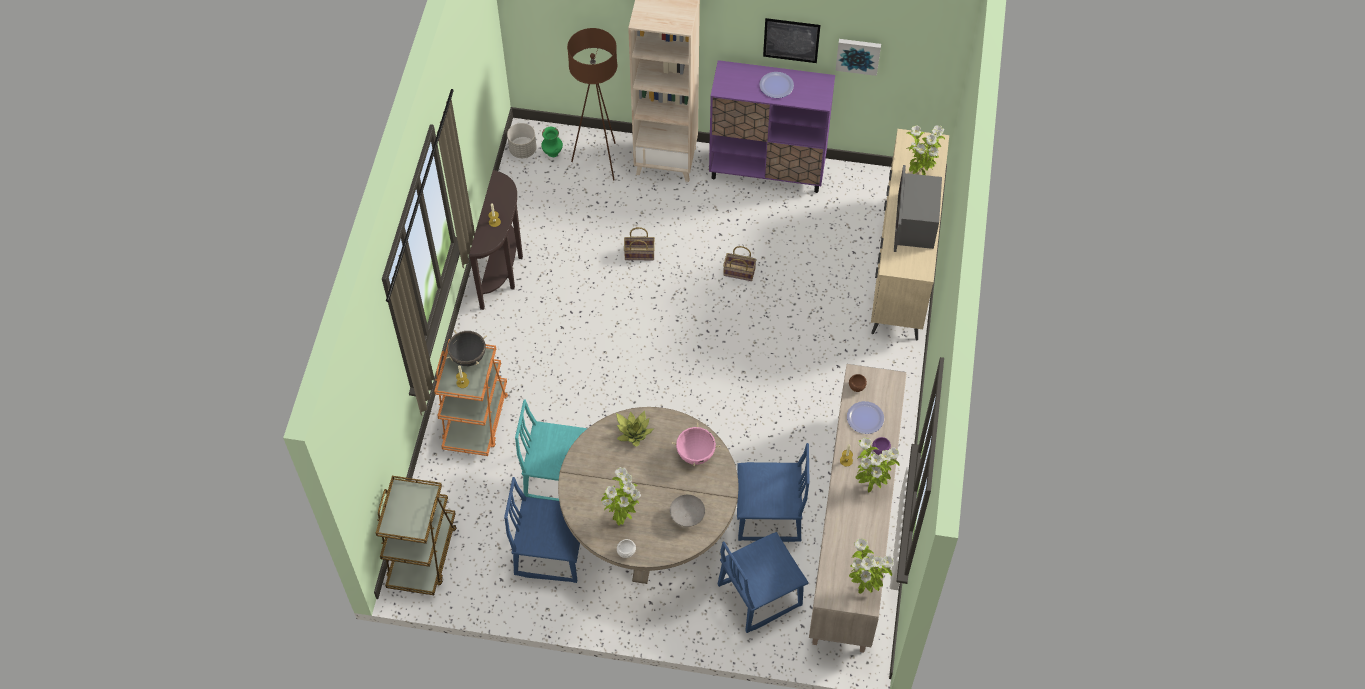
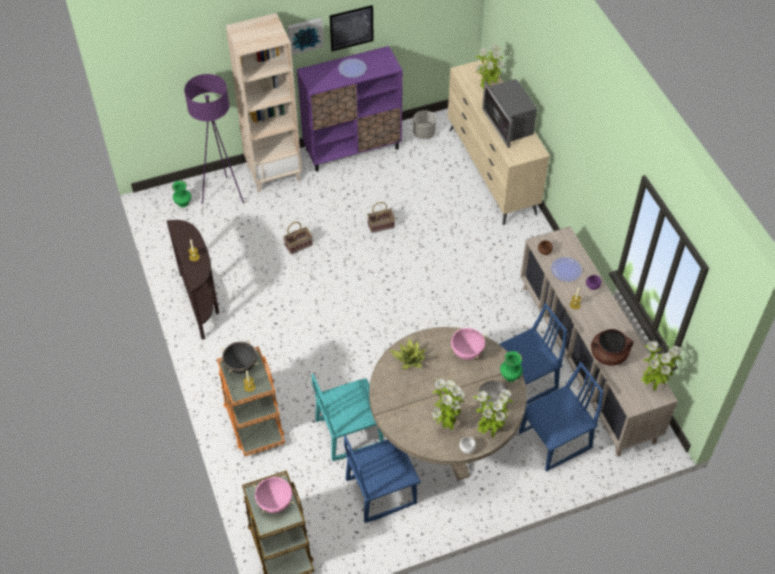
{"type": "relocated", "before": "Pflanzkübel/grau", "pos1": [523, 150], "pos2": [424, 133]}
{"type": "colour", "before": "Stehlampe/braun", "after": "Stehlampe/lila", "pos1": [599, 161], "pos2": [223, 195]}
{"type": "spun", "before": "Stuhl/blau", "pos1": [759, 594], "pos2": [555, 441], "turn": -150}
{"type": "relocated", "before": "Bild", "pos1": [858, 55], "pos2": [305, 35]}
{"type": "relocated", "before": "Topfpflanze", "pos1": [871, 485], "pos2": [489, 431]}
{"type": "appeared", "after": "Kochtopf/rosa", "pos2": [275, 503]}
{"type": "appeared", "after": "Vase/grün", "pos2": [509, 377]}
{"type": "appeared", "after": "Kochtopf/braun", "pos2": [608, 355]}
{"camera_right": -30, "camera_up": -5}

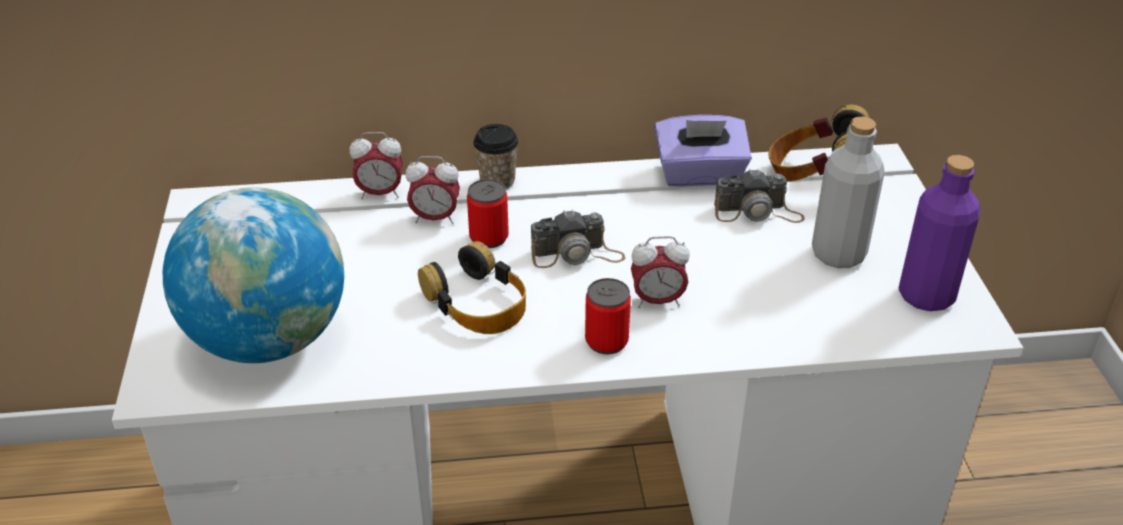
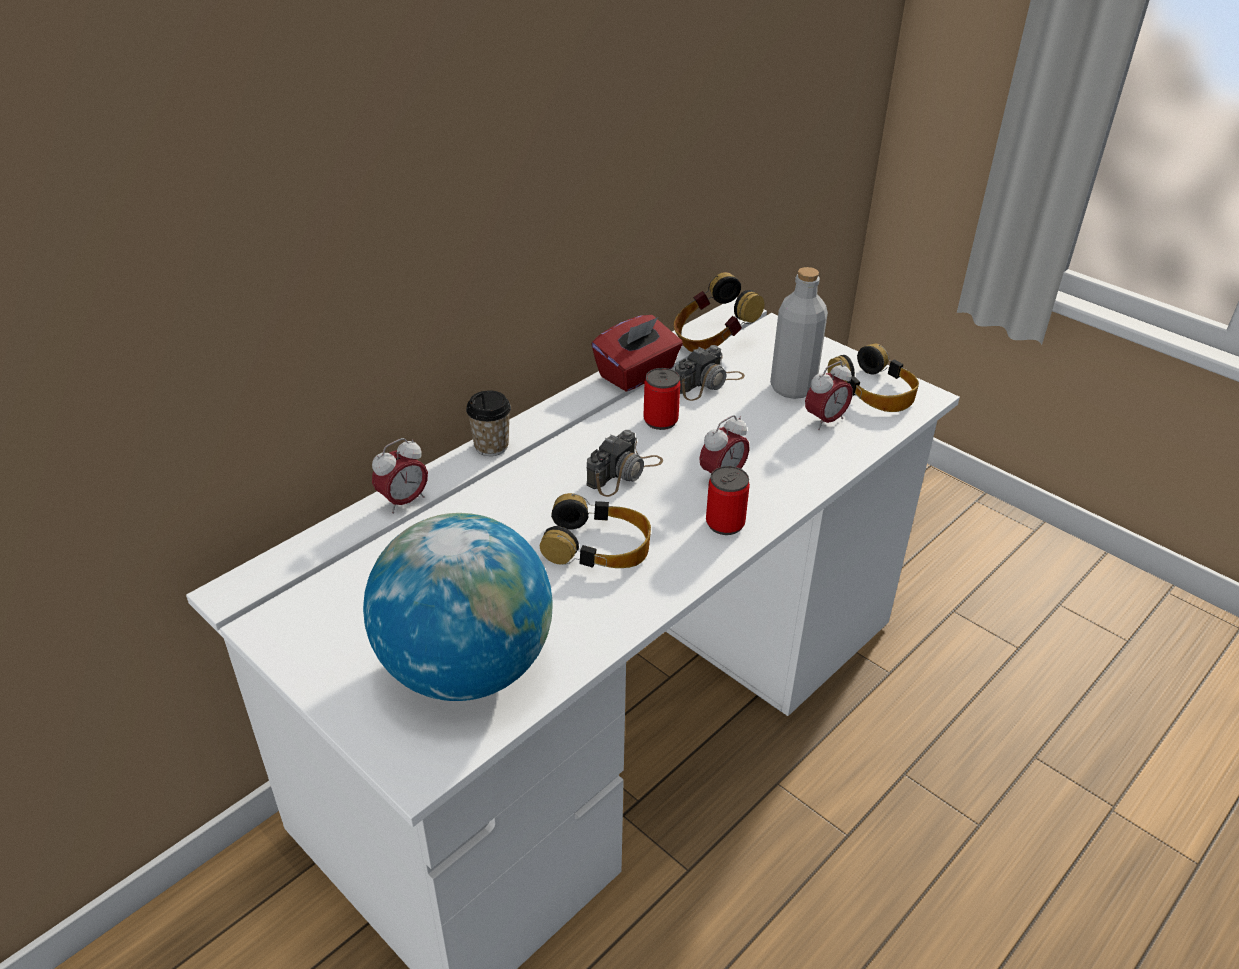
{"type": "relocated", "before": "Wecker", "pos1": [435, 218], "pos2": [825, 421]}
{"type": "relocated", "before": "Dose", "pos1": [489, 237], "pos2": [660, 420]}
{"type": "colour", "before": "Taschentuchbox/lila", "after": "Taschentuchbox/rot", "pos1": [700, 175], "pos2": [637, 374]}
{"type": "exchanged", "before": "Flasche/lila", "after": "Kopfhörer", "pos1": [926, 295], "pos2": [874, 390]}
{"camera_right": -40, "camera_up": 0}

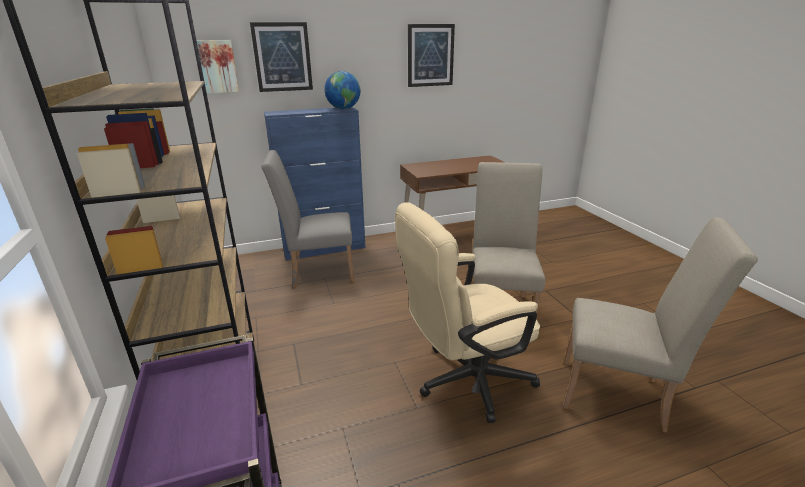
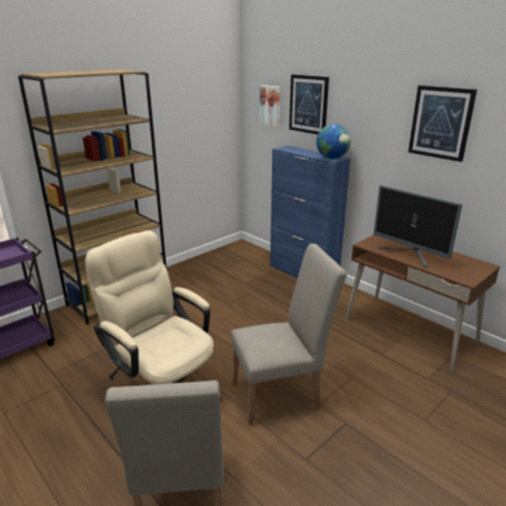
{"type": "missing", "before": "Stuhl/grau", "pos1": [317, 273]}
{"type": "appeared", "after": "Monitor", "pos2": [409, 255]}
{"camera_right": 65, "camera_up": 0}

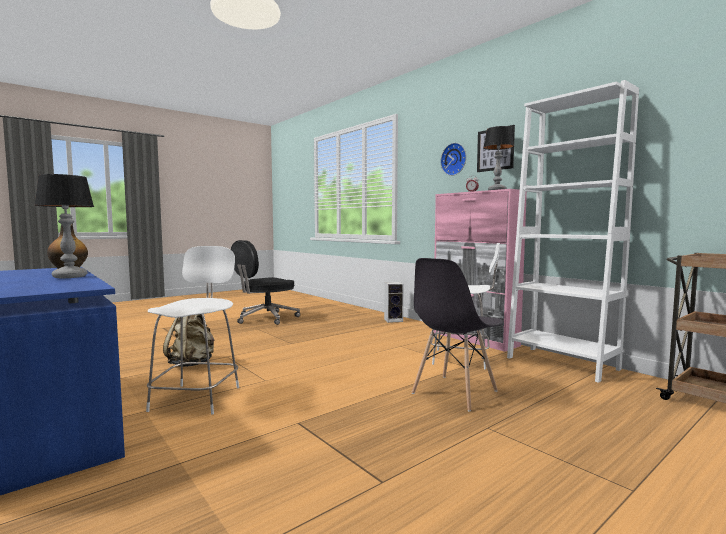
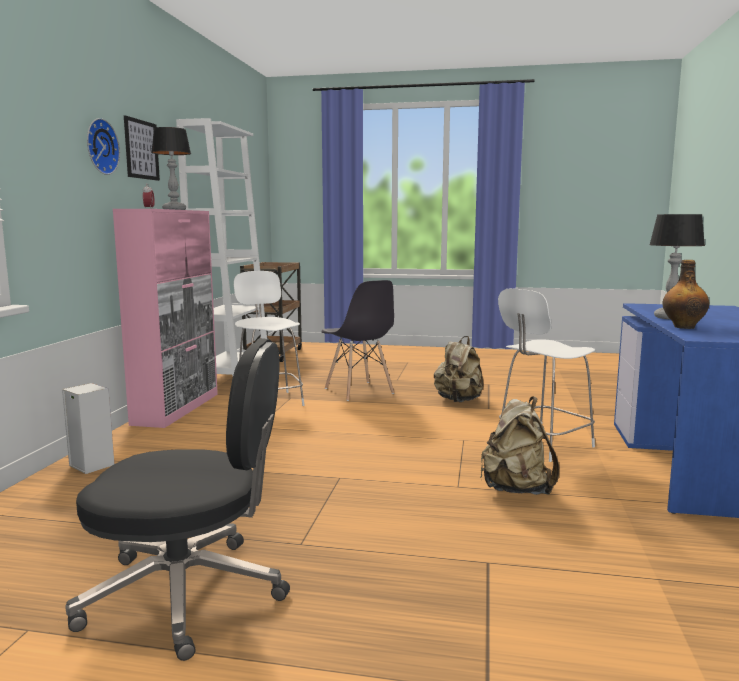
{"type": "spun", "before": "Stuhl/grau", "pos1": [454, 392], "pos2": [359, 391], "turn": 60}
{"type": "appeared", "after": "Rucksack/beige", "pos2": [458, 401]}
{"camera_right": -130, "camera_up": 5}

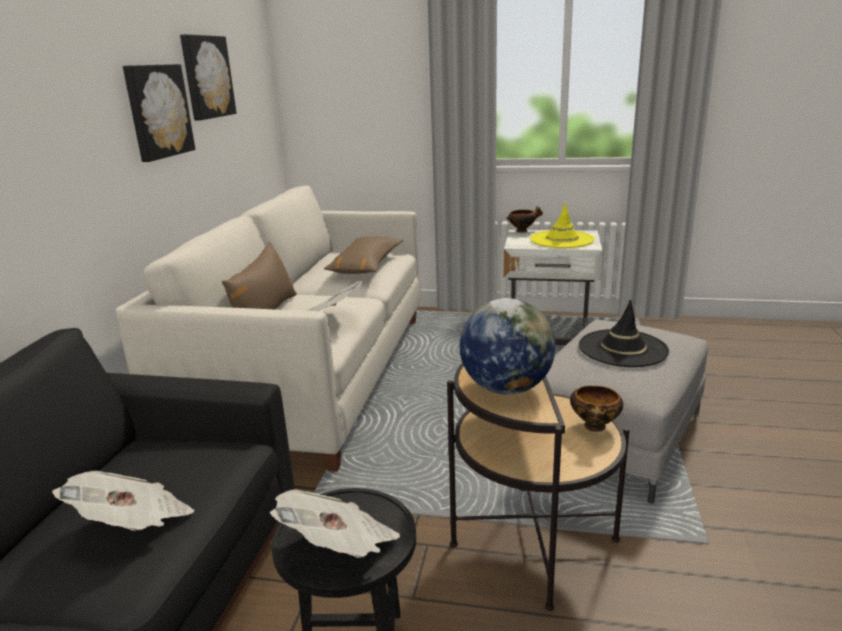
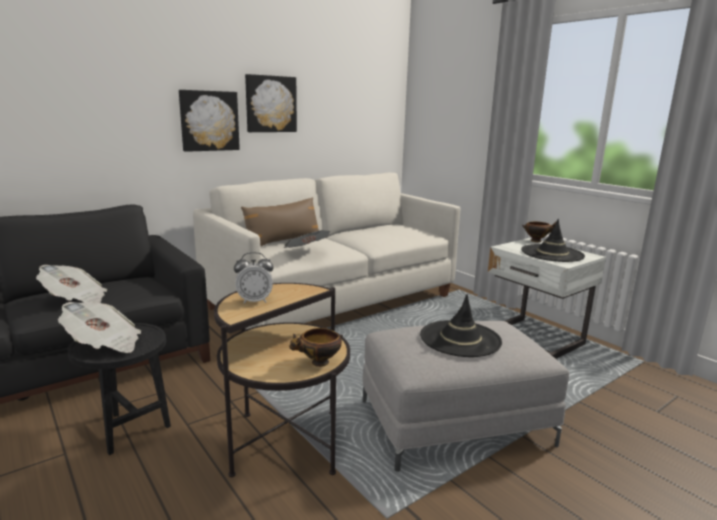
{"type": "relocated", "before": "Bild", "pos1": [206, 77], "pos2": [209, 121]}
{"type": "missing", "before": "Kissen/braun", "pos1": [366, 265]}
{"type": "exchanged", "before": "Globus", "after": "Wecker", "pos1": [506, 388], "pos2": [254, 301]}
{"type": "colour", "before": "Hut/gelb", "after": "Hut/schwarz", "pos1": [561, 240], "pos2": [552, 253]}
{"camera_right": 40, "camera_up": -5}

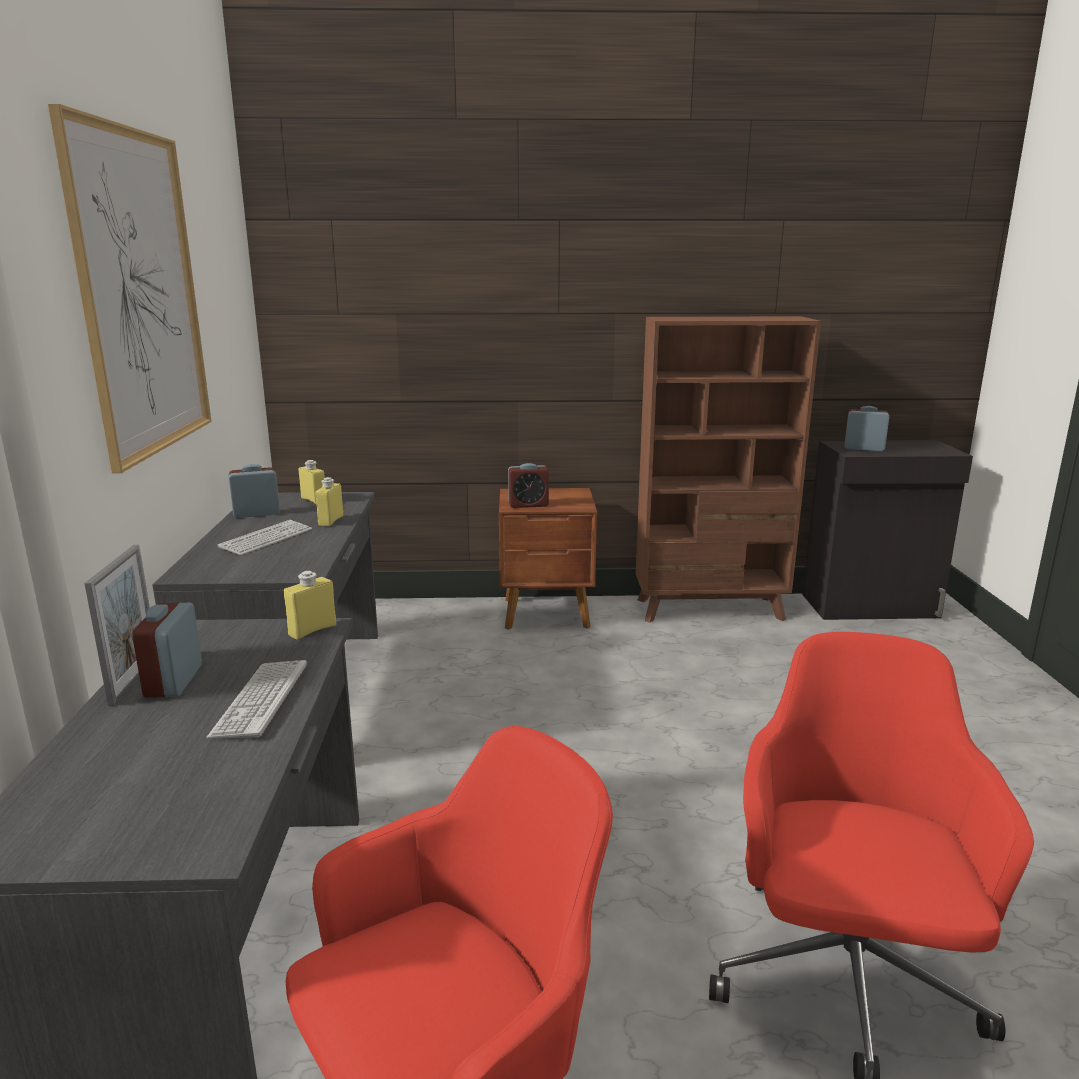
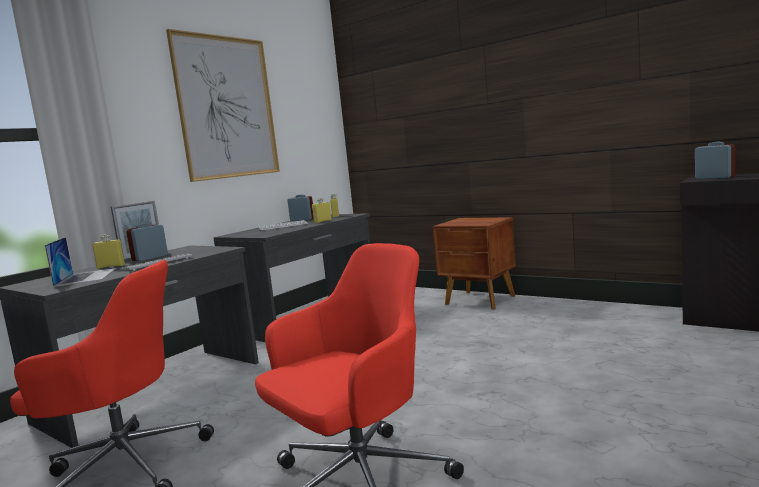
{"type": "relocated", "before": "Flasche/gelb", "pos1": [312, 630], "pos2": [111, 266]}
{"type": "missing", "before": "Wecker", "pos1": [528, 505]}
{"type": "missing", "before": "Bücherregal/braun", "pos1": [710, 609]}
{"type": "appeared", "after": "Laptop", "pos2": [86, 277]}
{"camera_right": 40, "camera_up": -10}

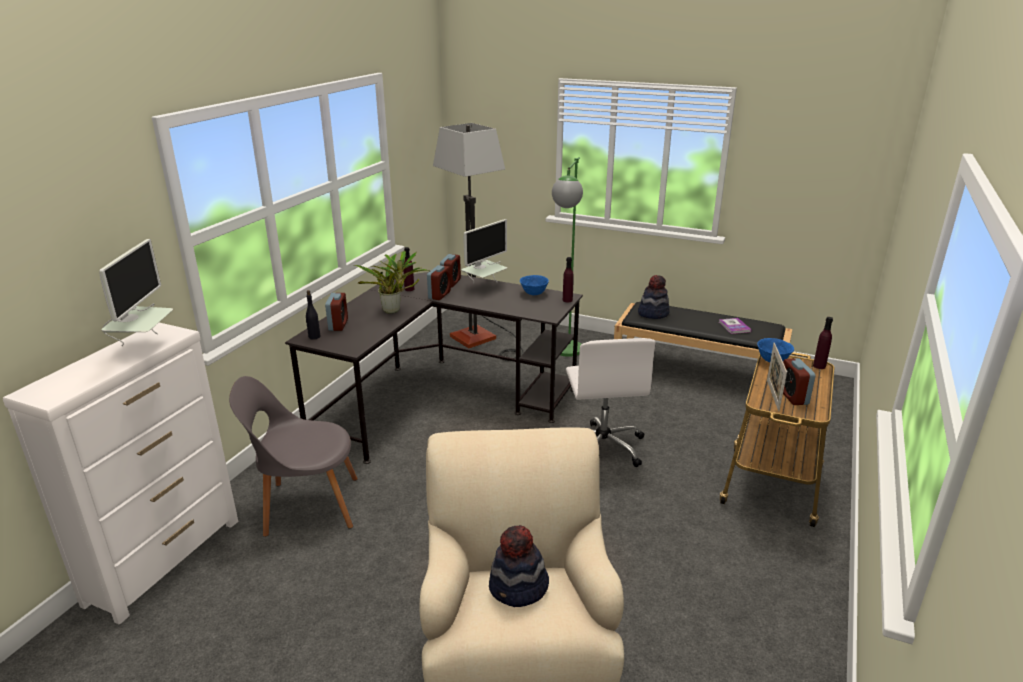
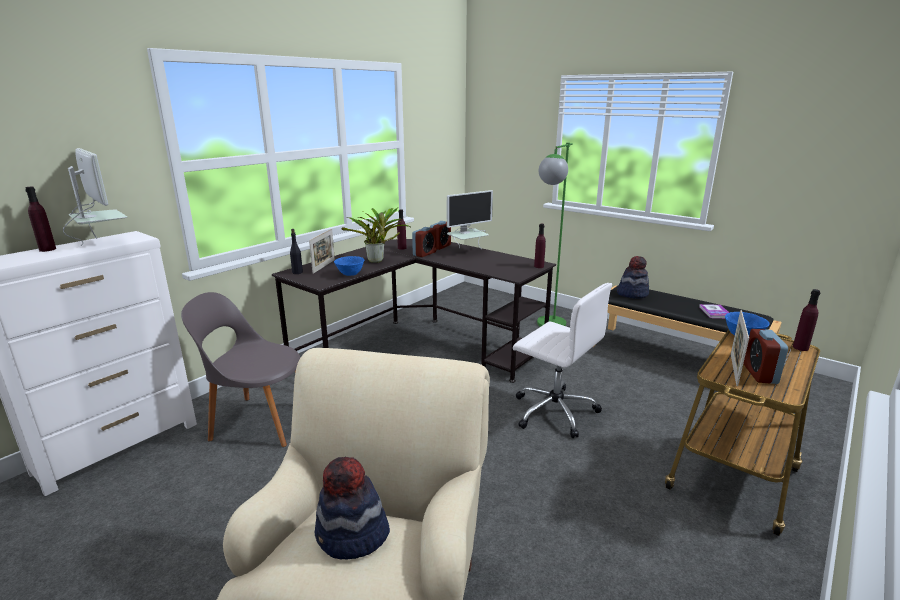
{"type": "spun", "before": "Monitor", "pos1": [144, 347], "pos2": [102, 244], "turn": -60}
{"type": "exchanged", "before": "Wecker", "after": "Bilderrahmen", "pos1": [338, 325], "pos2": [324, 266]}
{"type": "missing", "before": "Stehlampe", "pos1": [483, 341]}
{"type": "relocated", "before": "Schüssel/blau", "pos1": [533, 294], "pos2": [350, 274]}
{"type": "spun", "before": "Bürostuhl/weiß", "pos1": [602, 447], "pos2": [553, 411], "turn": -60}
{"type": "appeared", "after": "Flasche/lila", "pos2": [47, 249]}
{"camera_right": 15, "camera_up": -5}

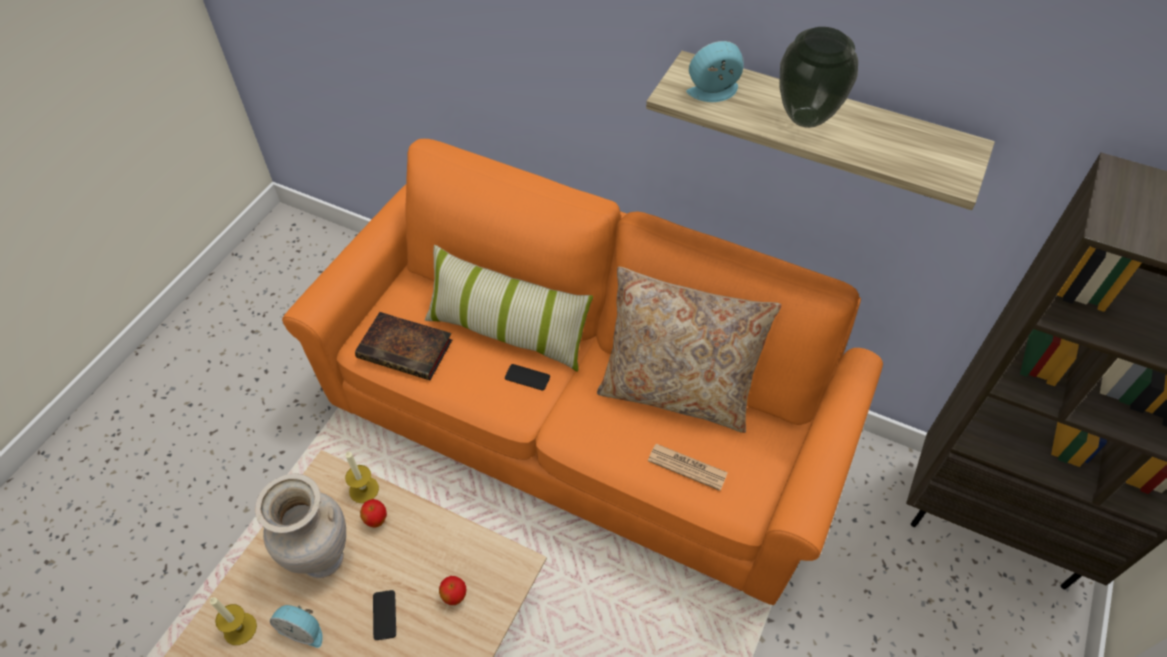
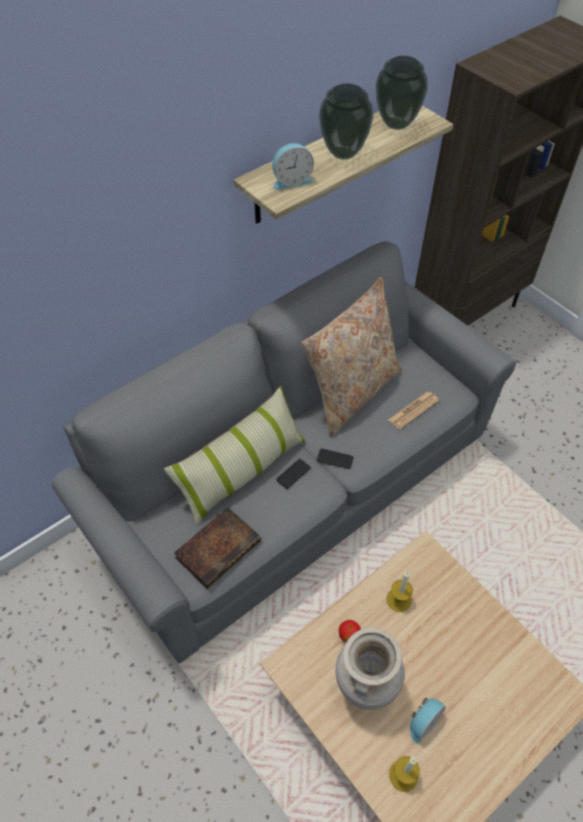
{"type": "colour", "before": "Sofa/orange", "after": "Sofa/grau", "pos1": [583, 422], "pos2": [292, 486]}
{"type": "relocated", "before": "Kerze", "pos1": [364, 489], "pos2": [399, 599]}
{"type": "relocated", "before": "Handy", "pos1": [384, 615], "pos2": [335, 459]}
{"type": "missing", "before": "Apfel", "pos1": [455, 597]}
{"type": "spun", "before": "Wecker", "pos1": [714, 93], "pos2": [291, 180], "turn": -120}
{"type": "appeared", "after": "Vase", "pos2": [397, 124]}
{"camera_right": -65, "camera_up": 0}

